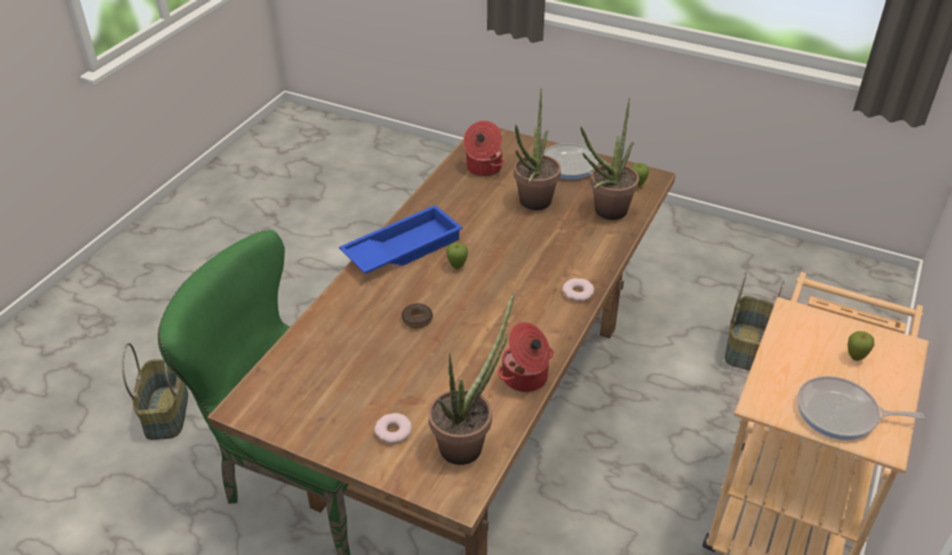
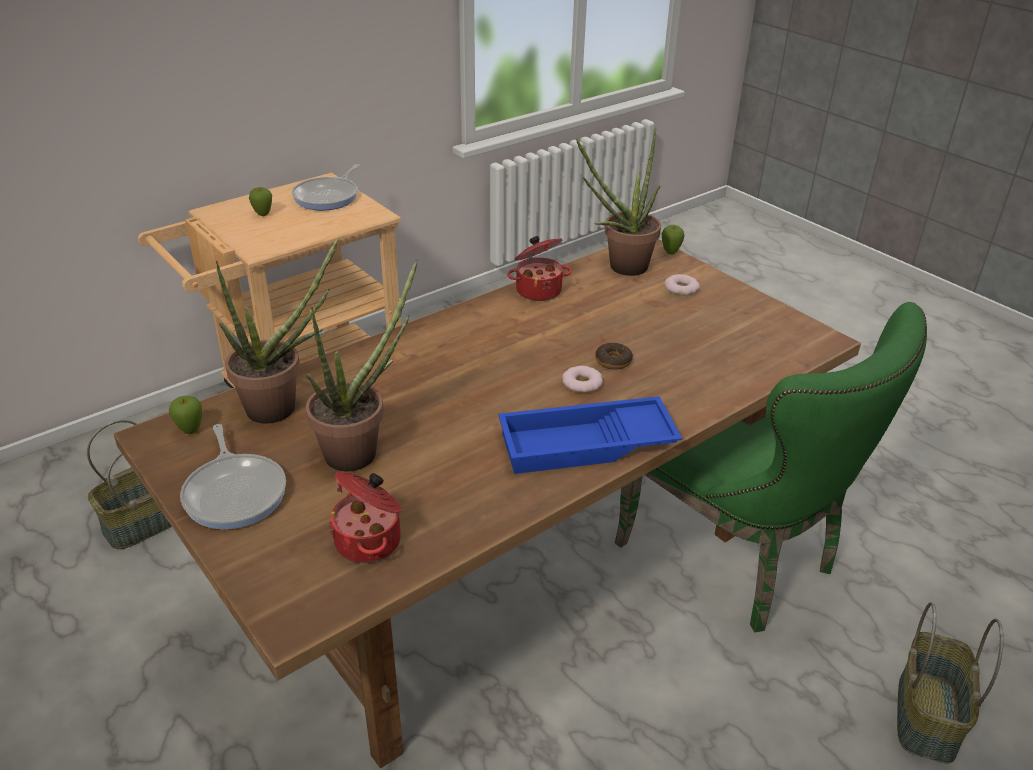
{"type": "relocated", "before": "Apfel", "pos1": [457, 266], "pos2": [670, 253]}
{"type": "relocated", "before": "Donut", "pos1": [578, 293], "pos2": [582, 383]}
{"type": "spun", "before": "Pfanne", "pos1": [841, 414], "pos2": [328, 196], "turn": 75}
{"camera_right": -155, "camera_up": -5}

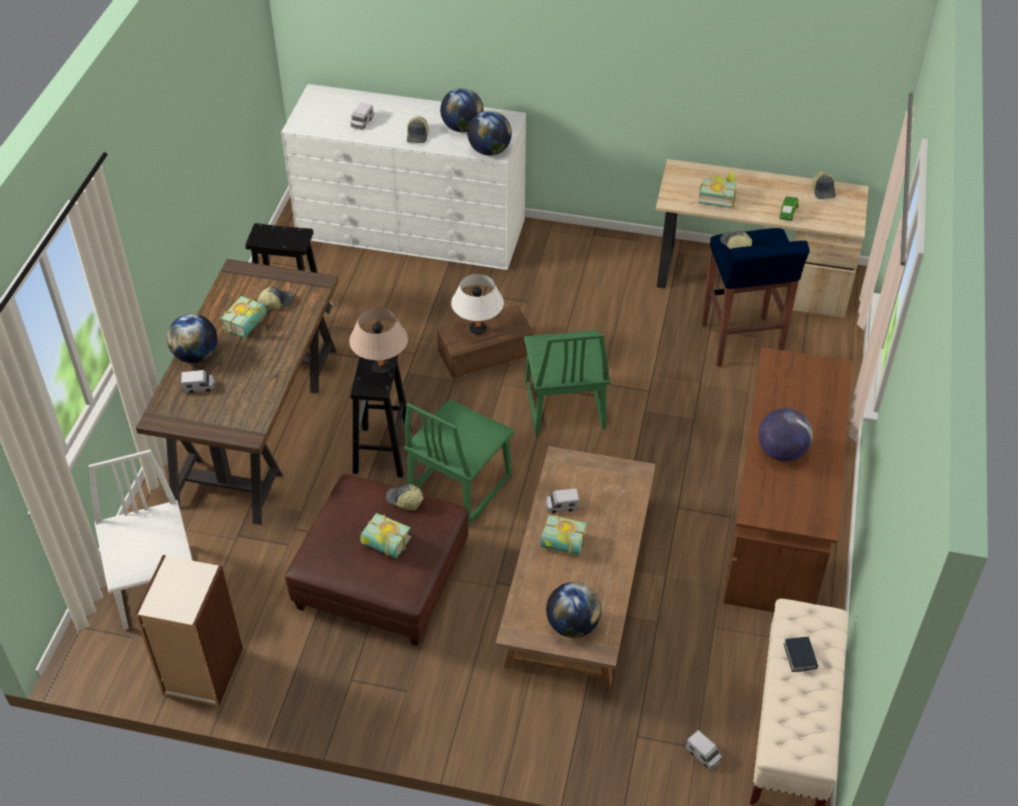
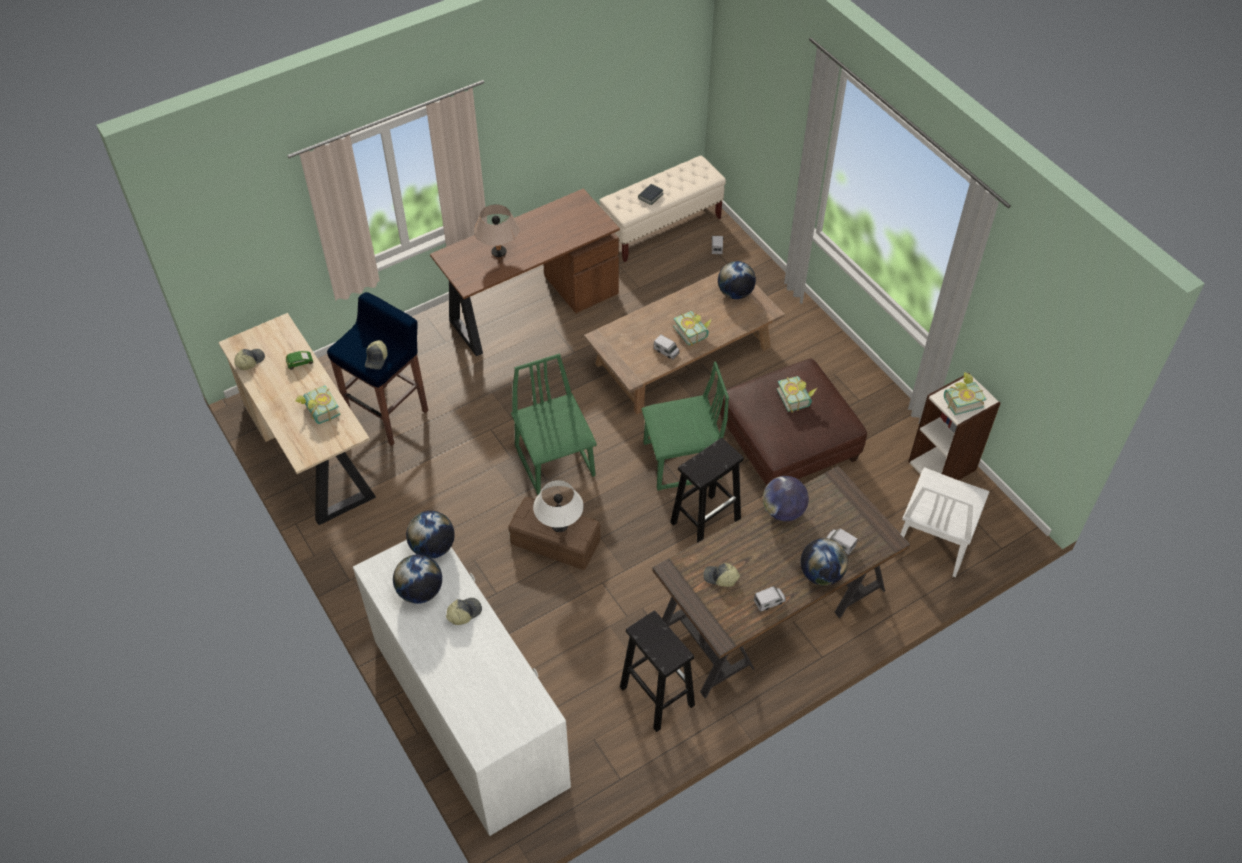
{"type": "relocated", "before": "Buch", "pos1": [249, 326], "pos2": [961, 400]}
{"type": "relocated", "before": "Tischlampe/beige", "pos1": [381, 368], "pos2": [499, 252]}
{"type": "relocated", "before": "Spielzeuglaster", "pos1": [362, 122], "pos2": [769, 602]}
{"type": "missing", "before": "Kappe", "pos1": [404, 500]}
{"type": "spun", "before": "Stuhl/grün", "pos1": [563, 406], "pos2": [555, 461], "turn": -60}
{"type": "relocated", "before": "Globus", "pos1": [781, 452], "pos2": [783, 511]}
{"camera_right": -135, "camera_up": 5}

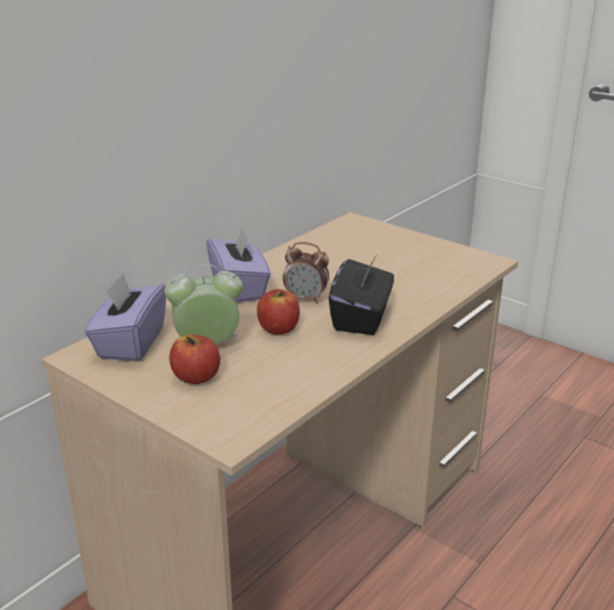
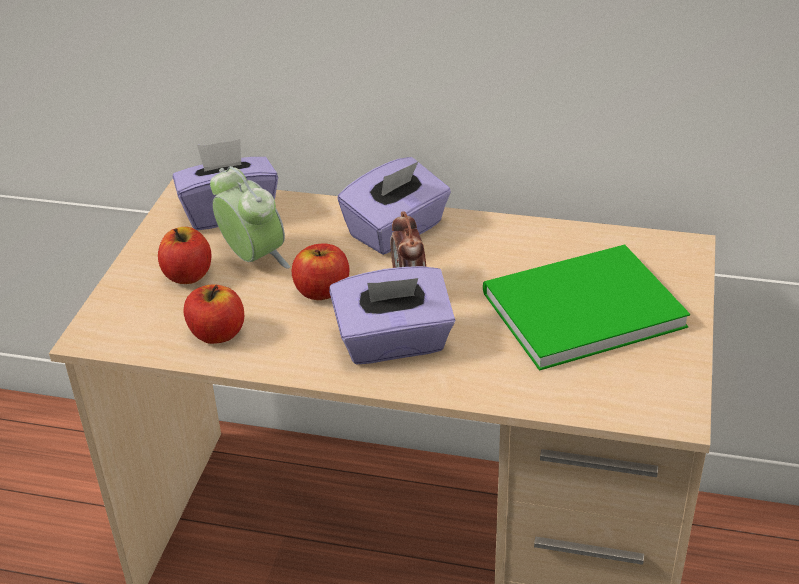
{"type": "colour", "before": "Taschentuchbox/schwarz", "after": "Taschentuchbox/lila", "pos1": [361, 318], "pos2": [393, 343]}
{"type": "appeared", "after": "Apfel", "pos2": [217, 334]}
{"type": "appeared", "after": "Buch/grün", "pos2": [576, 308]}
{"camera_right": 65, "camera_up": 10}

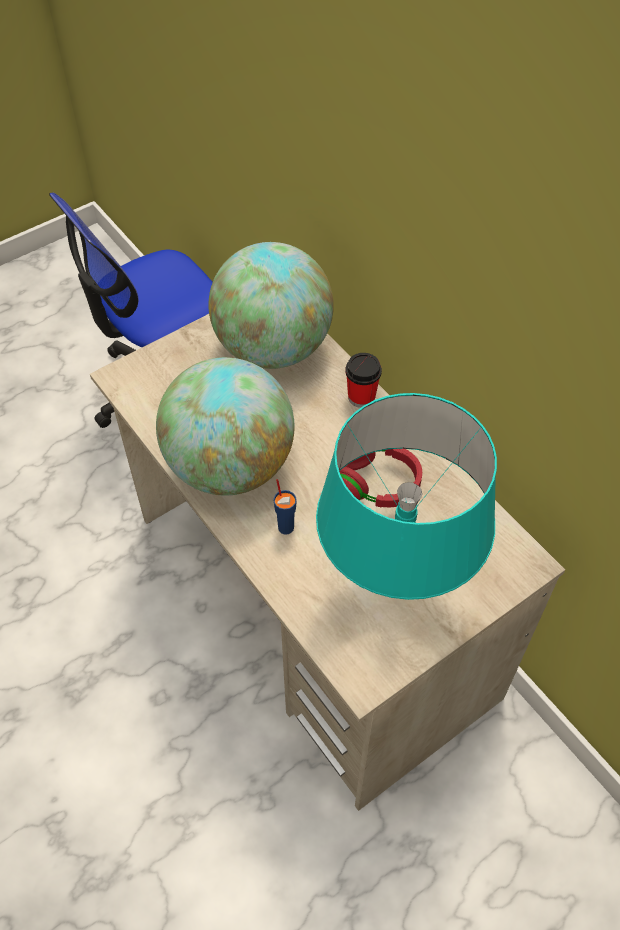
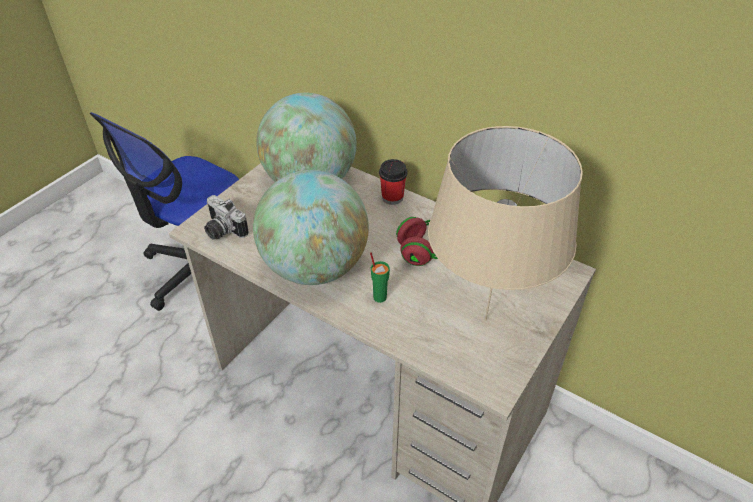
{"type": "colour", "before": "Tasse/blau", "after": "Tasse/grün", "pos1": [286, 527], "pos2": [379, 297]}
{"type": "colour", "before": "Tischlampe/türkis", "after": "Tischlampe/beige", "pos1": [392, 595], "pos2": [485, 320]}
{"type": "appeared", "after": "Kamera", "pos2": [222, 231]}
{"camera_right": -20, "camera_up": -10}

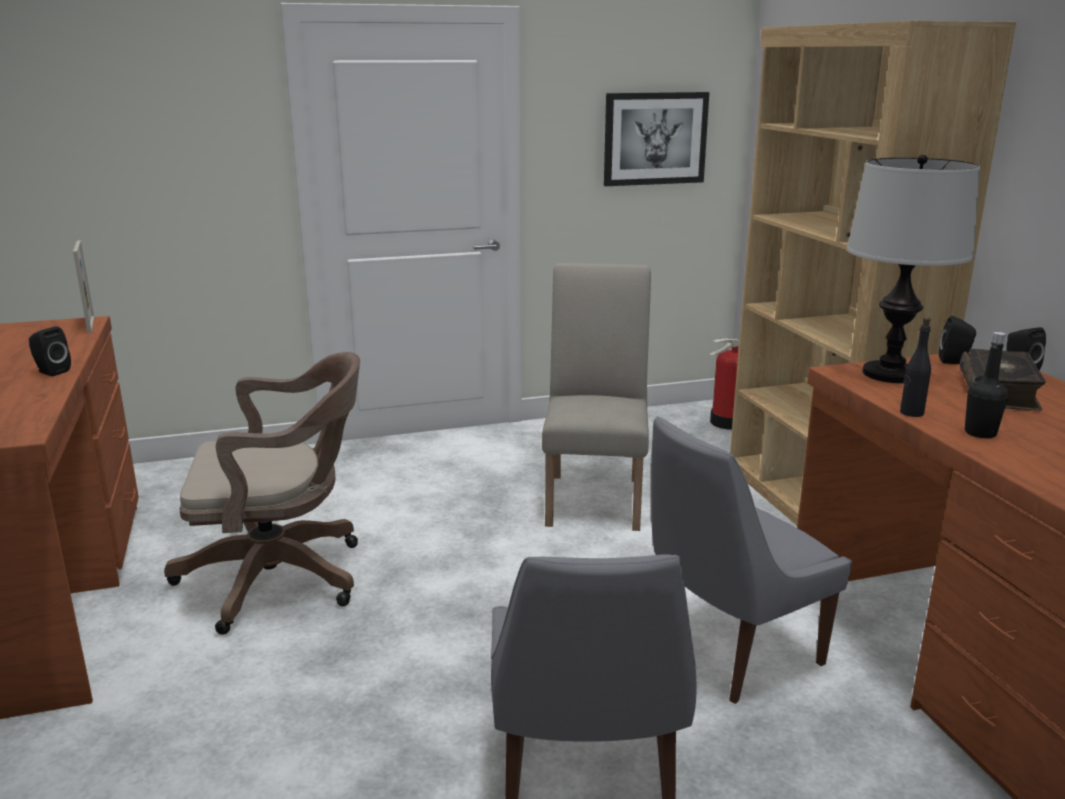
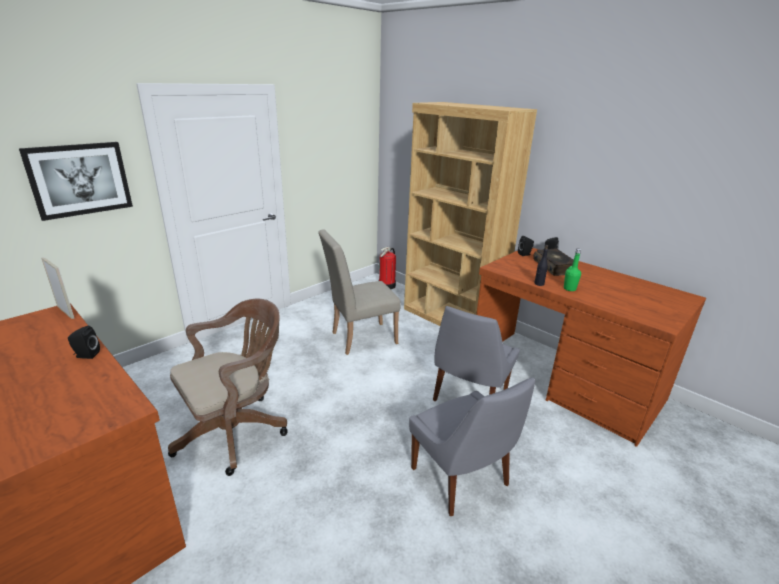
{"type": "spun", "before": "Stuhl/beige", "pos1": [596, 496], "pos2": [359, 338], "turn": -90}
{"type": "relocated", "before": "Bild", "pos1": [655, 138], "pos2": [80, 179]}
{"type": "missing", "before": "Tischlampe", "pos1": [891, 374]}
{"type": "colour", "before": "Flasche/schwarz", "after": "Flasche/grün", "pos1": [980, 433], "pos2": [569, 289]}
{"camera_right": -30, "camera_up": 5}

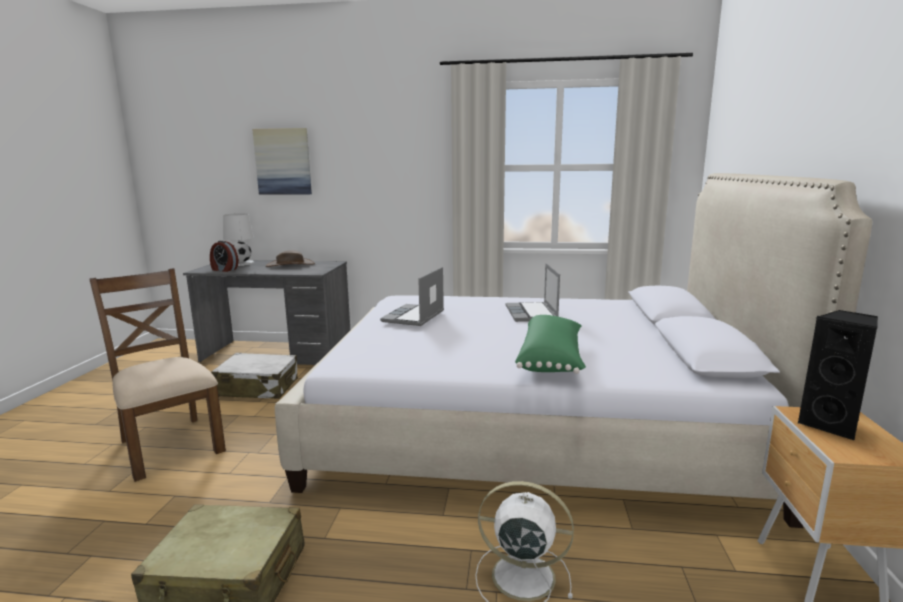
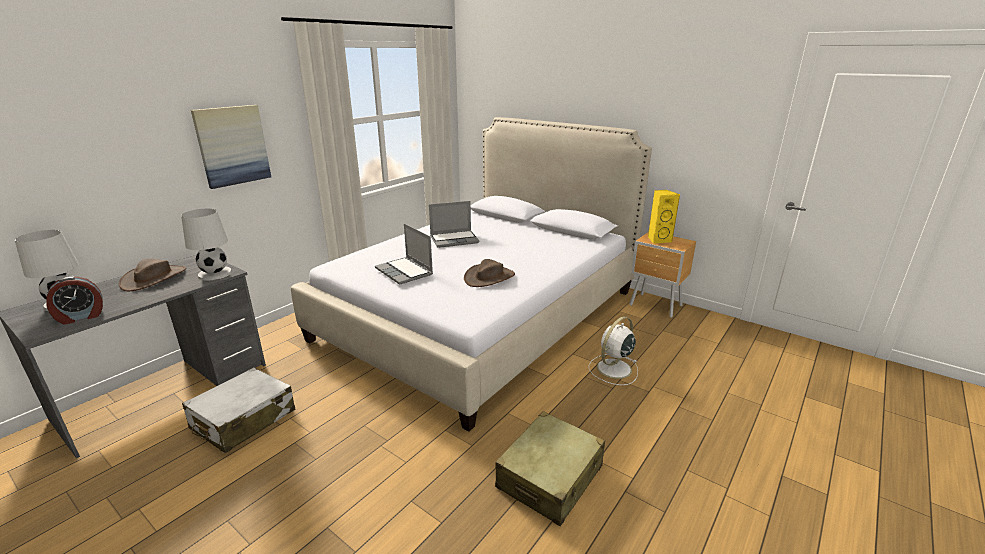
{"type": "missing", "before": "Stuhl/braun", "pos1": [170, 445]}
{"type": "relocated", "before": "Bild", "pos1": [283, 161], "pos2": [232, 145]}
{"type": "spun", "before": "Laptop", "pos1": [532, 313], "pos2": [454, 239], "turn": -45}
{"type": "missing", "before": "Kissen/grün", "pos1": [552, 359]}
{"type": "colour", "before": "Lautsprecher/schwarz", "after": "Lautsprecher/gelb", "pos1": [831, 425], "pos2": [658, 240]}
{"type": "appeared", "after": "Tischlampe/weiß", "pos2": [214, 274]}
{"type": "appeared", "after": "Hut/braun", "pos2": [489, 277]}
{"camera_right": -60, "camera_up": 10}

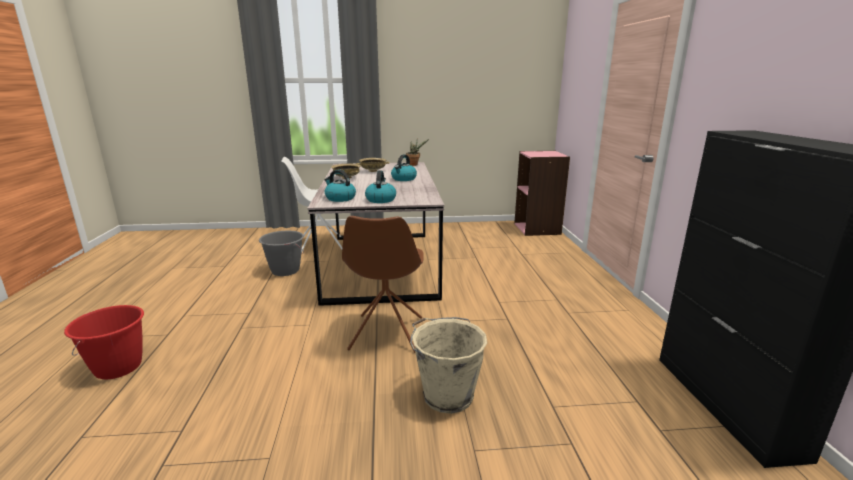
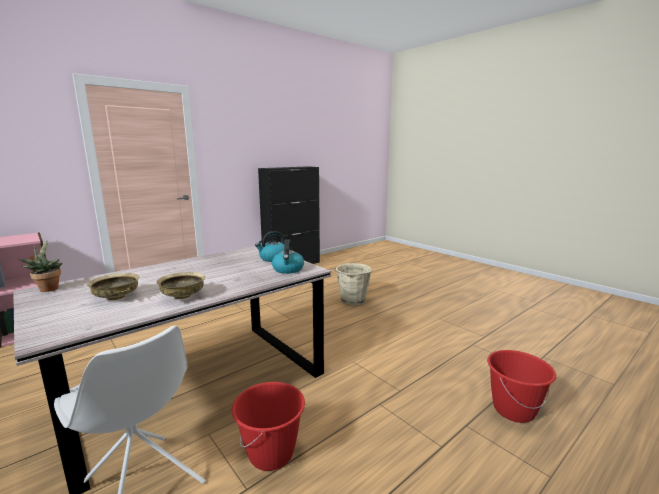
{"type": "colour", "before": "Eimer/grau", "after": "Eimer/rot", "pos1": [285, 271], "pos2": [271, 453]}
{"type": "missing", "before": "Stuhl/braun", "pos1": [386, 334]}
{"type": "missing", "before": "Wasserkessel", "pos1": [403, 179]}
{"camera_right": -125, "camera_up": -5}

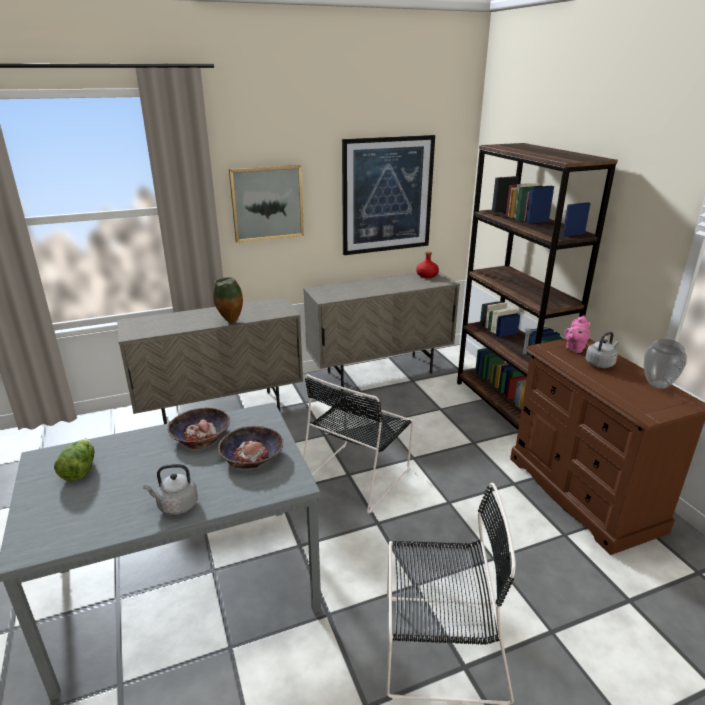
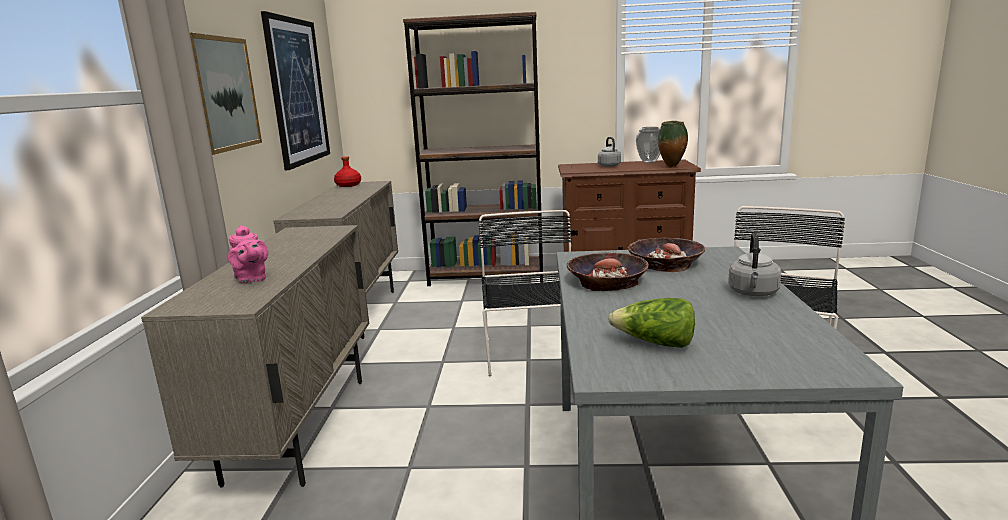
{"type": "relocated", "before": "Vase", "pos1": [230, 322], "pos2": [672, 167]}
{"type": "spun", "before": "Stuhl/schwarz", "pos1": [358, 474], "pos2": [532, 355], "turn": -150}
{"type": "relocated", "before": "Teekanne/rosa", "pos1": [574, 348], "pos2": [251, 279]}
{"camera_right": -65, "camera_up": -10}

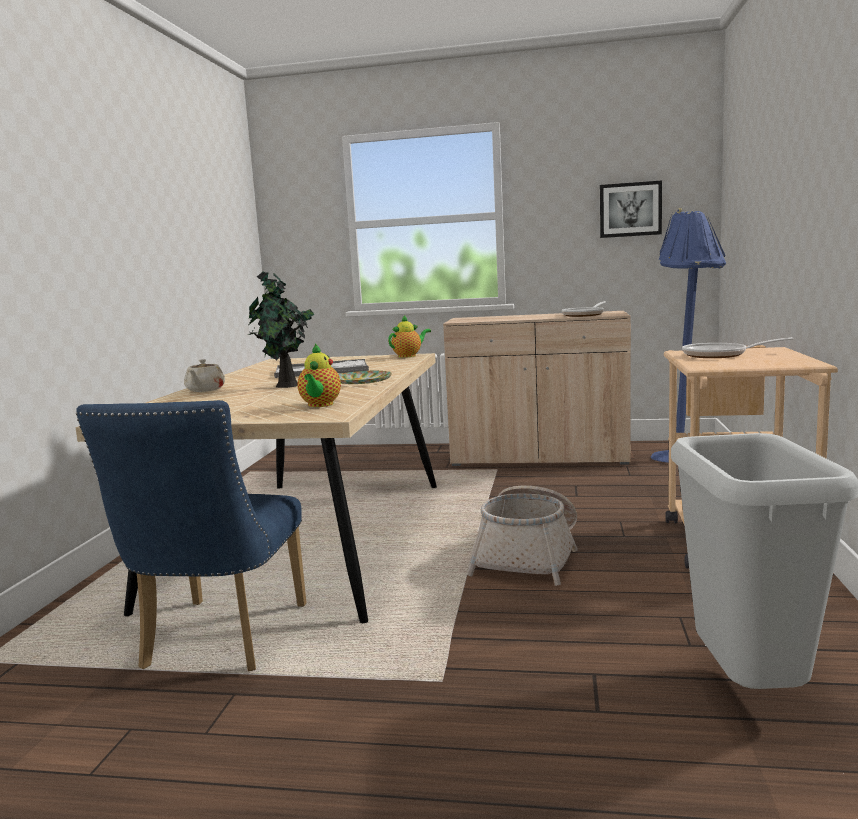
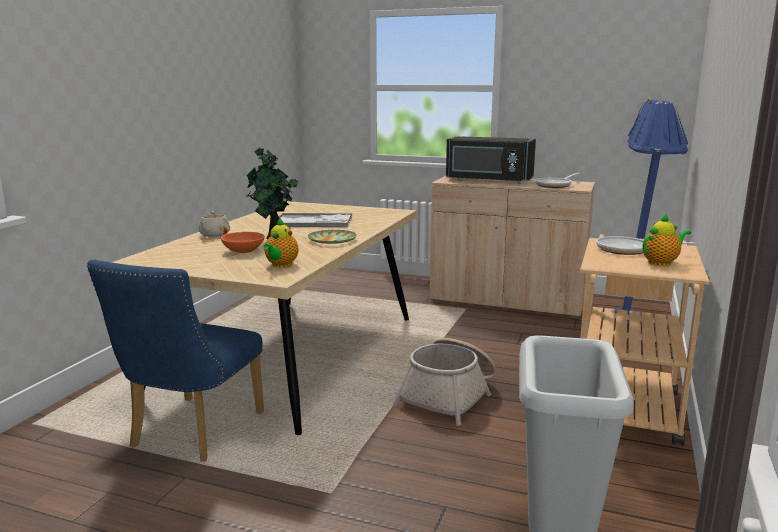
{"type": "relocated", "before": "Teekanne", "pos1": [409, 356], "pos2": [661, 262]}
{"type": "missing", "before": "Bild", "pos1": [630, 209]}
{"type": "appeared", "after": "Schüssel/orange", "pos2": [243, 251]}
{"type": "appeared", "after": "Mikrowelle/schwarz", "pos2": [488, 181]}
{"camera_right": 10, "camera_up": 5}

